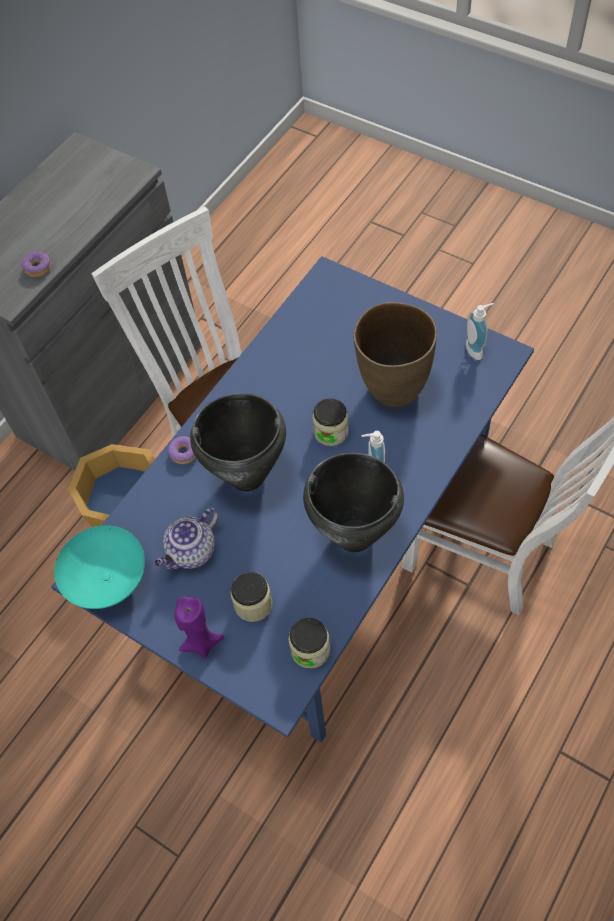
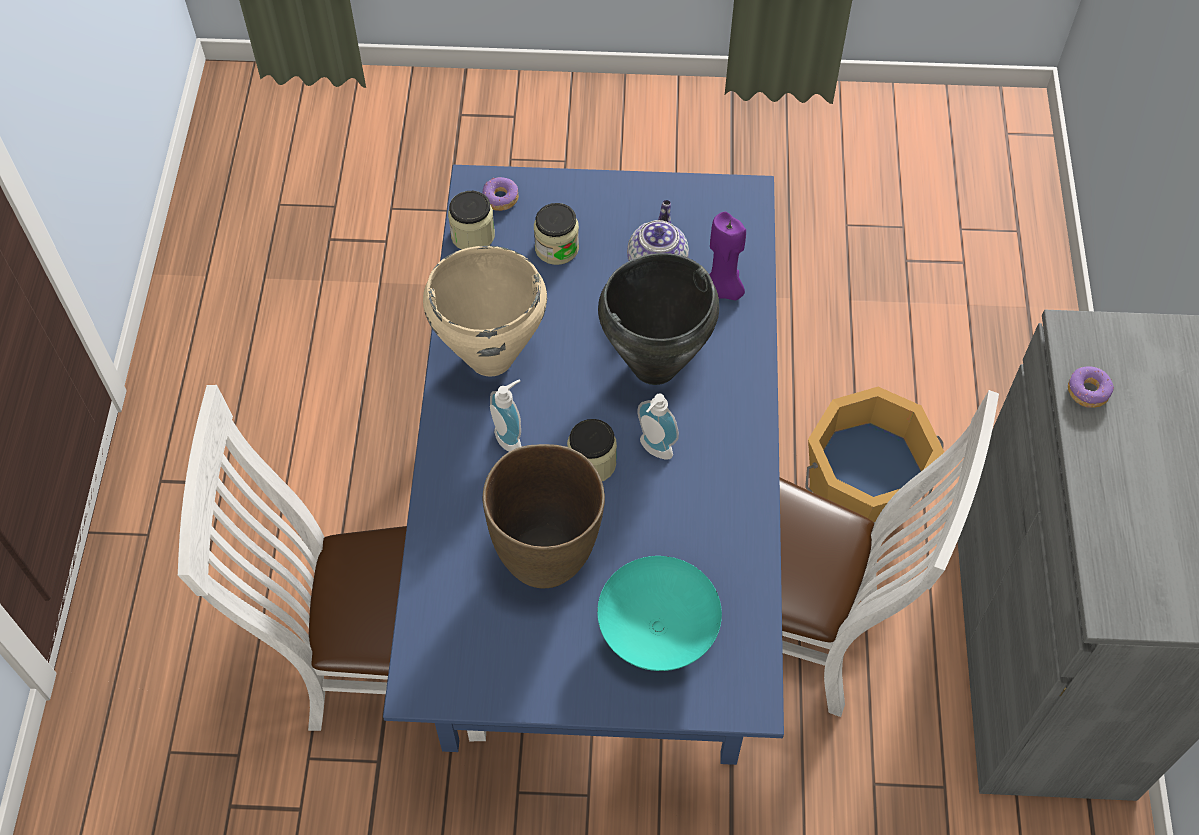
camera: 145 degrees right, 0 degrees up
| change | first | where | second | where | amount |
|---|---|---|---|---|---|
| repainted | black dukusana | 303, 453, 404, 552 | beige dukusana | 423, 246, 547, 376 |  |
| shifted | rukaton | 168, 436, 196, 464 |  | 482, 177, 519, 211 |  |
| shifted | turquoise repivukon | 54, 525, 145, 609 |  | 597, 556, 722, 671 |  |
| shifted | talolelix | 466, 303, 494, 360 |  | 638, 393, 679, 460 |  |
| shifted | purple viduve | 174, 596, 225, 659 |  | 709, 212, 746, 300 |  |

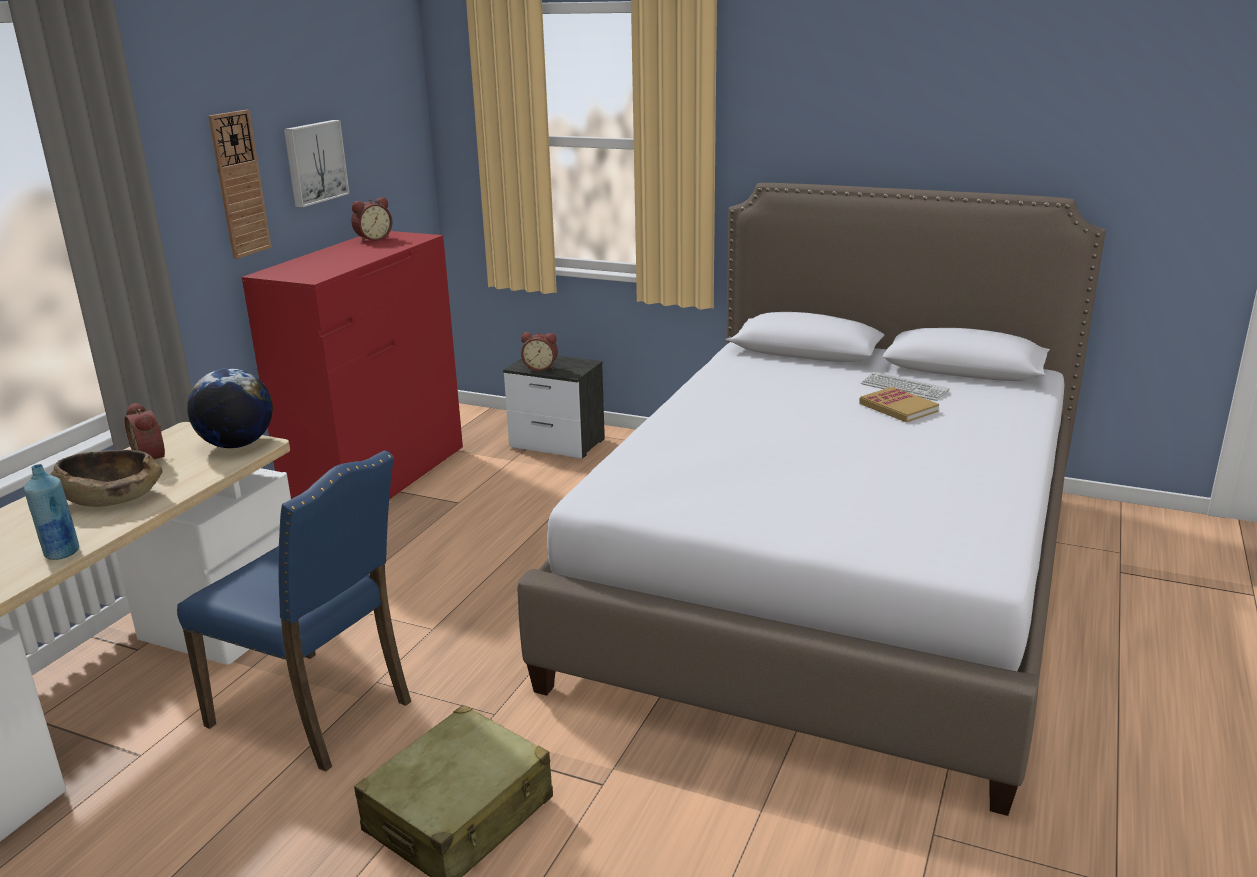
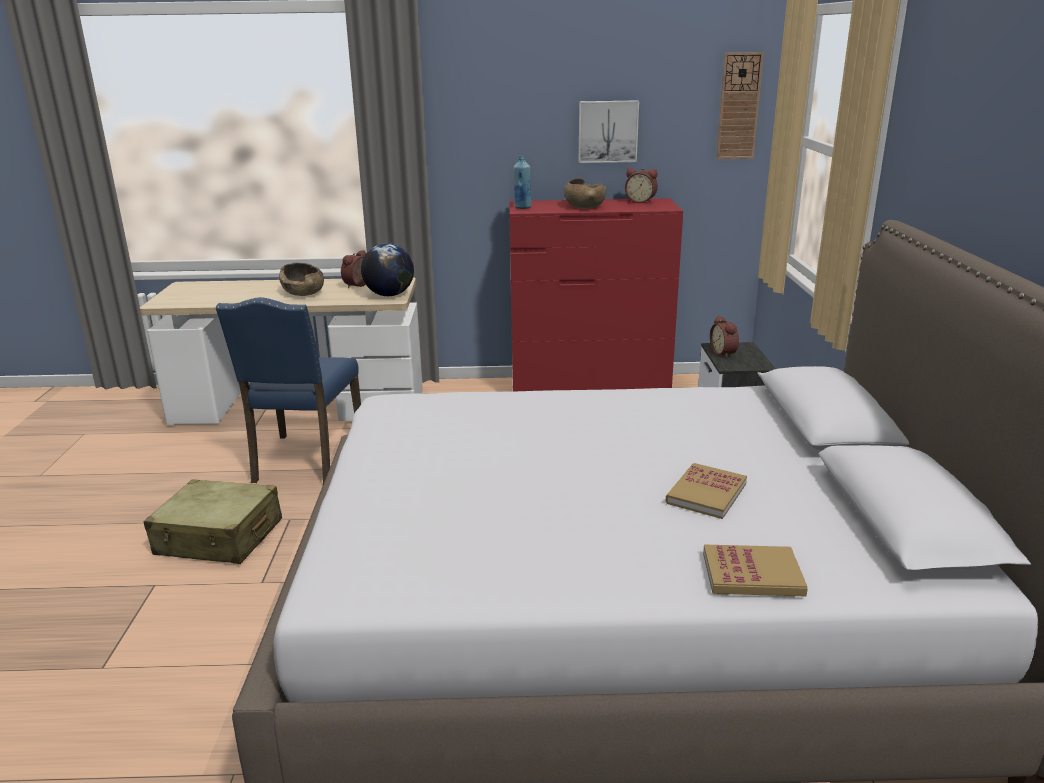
camera: 65 degrees right, 0 degrees up
| change | first | where | second | where | amount |
|---|---|---|---|---|---|
| shifted | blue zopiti | 24, 464, 79, 560 |  | 513, 155, 532, 209 |  |
| new |  |  | brown repivukon | 564, 178, 606, 209 |  |
| new |  |  | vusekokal | 703, 544, 808, 596 |  |
| shifted | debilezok | 208, 110, 271, 259 |  | 716, 52, 764, 159 |  |
| gone | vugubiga | 861, 372, 950, 401 |  |  |  |

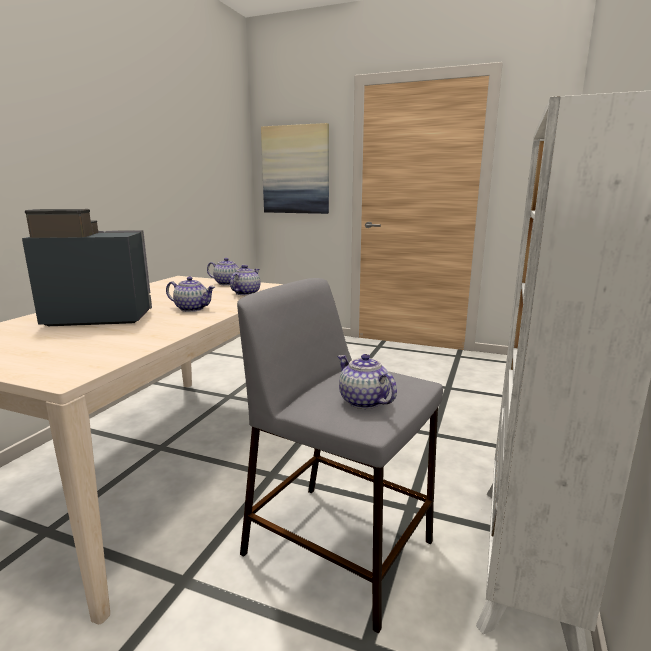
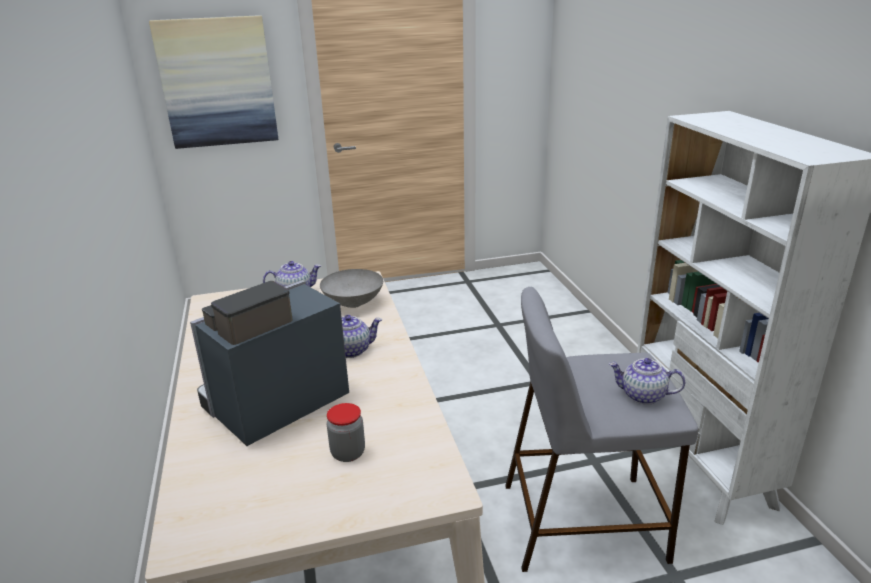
camera: 35 degrees left, 10 degrees up
| change | first | where | second | where | amount |
|---|---|---|---|---|---|
| swapped | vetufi | 230, 265, 260, 295 | grey repivukon | 320, 269, 383, 308 |  |
| new |  |  | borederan | 327, 403, 365, 462 |  |

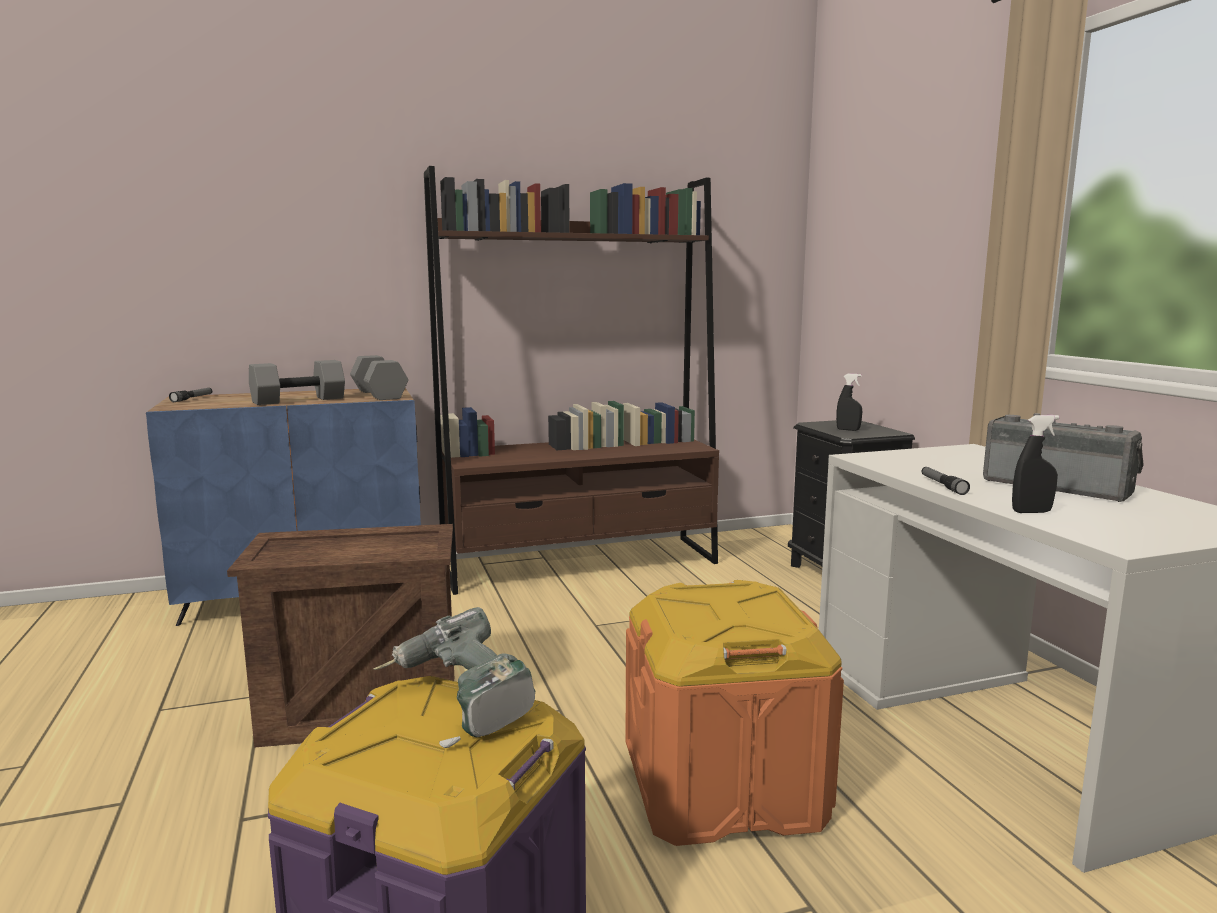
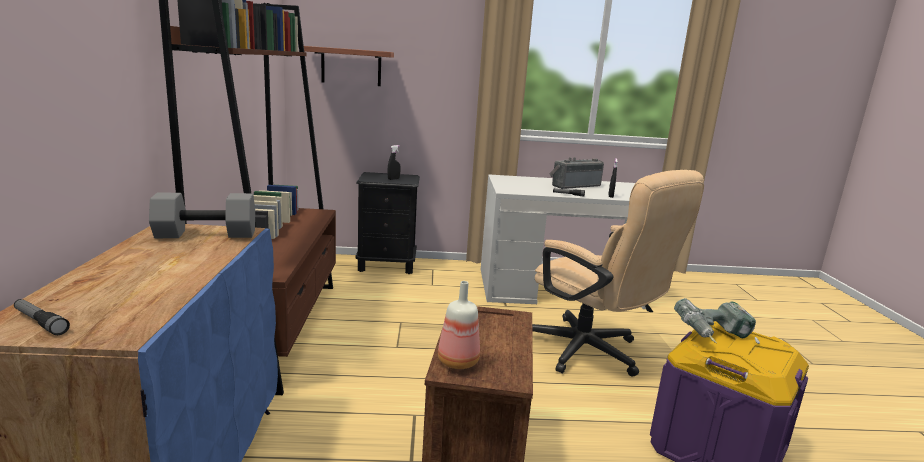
camera: 75 degrees left, 5 degrees up
| change | first | where | second | where | amount |
|---|---|---|---|---|---|
| new |  |  | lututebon | 304, 46, 394, 86 |  |
| new |  |  | zopiti | 438, 281, 480, 369 |  |
| swapped | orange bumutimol | 625, 580, 844, 846 | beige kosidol | 532, 170, 704, 376 |  |
| gone | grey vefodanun | 249, 360, 345, 405 |  |  |  |

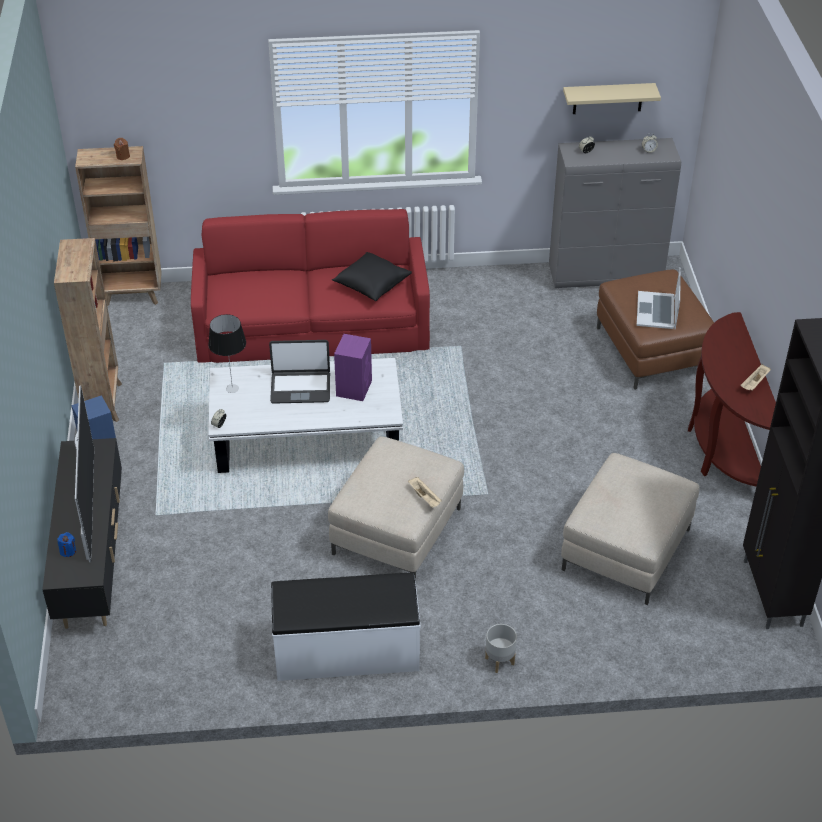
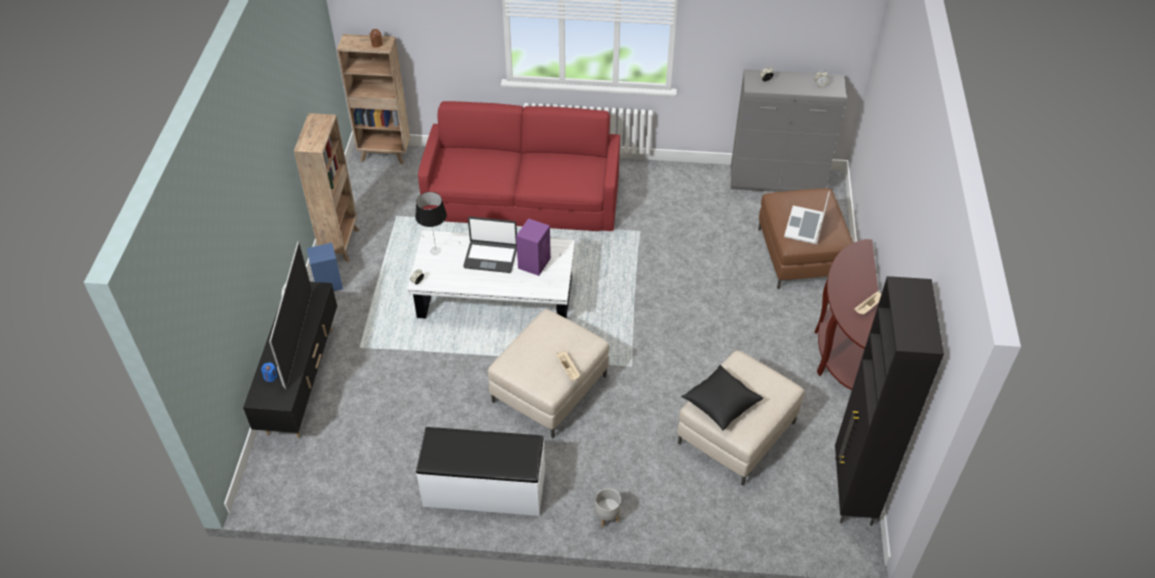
camera: 10 degrees right, 5 degrees up
| change | first | where | second | where | amount |
|---|---|---|---|---|---|
| shifted | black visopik | 332, 252, 412, 301 |  | 681, 365, 763, 430 |  |
| gone | beige lututebon | 563, 83, 661, 114 |  |  |  |

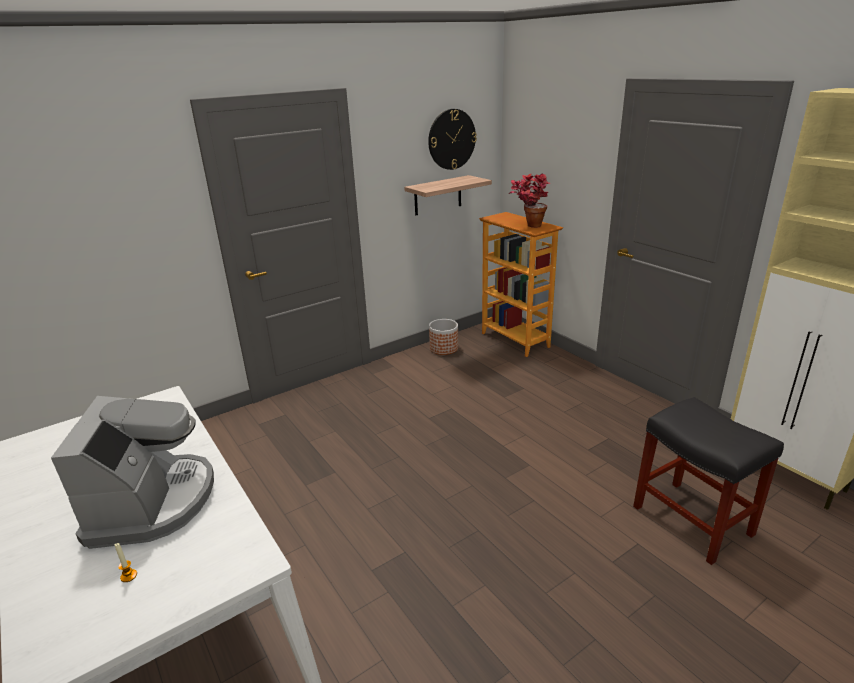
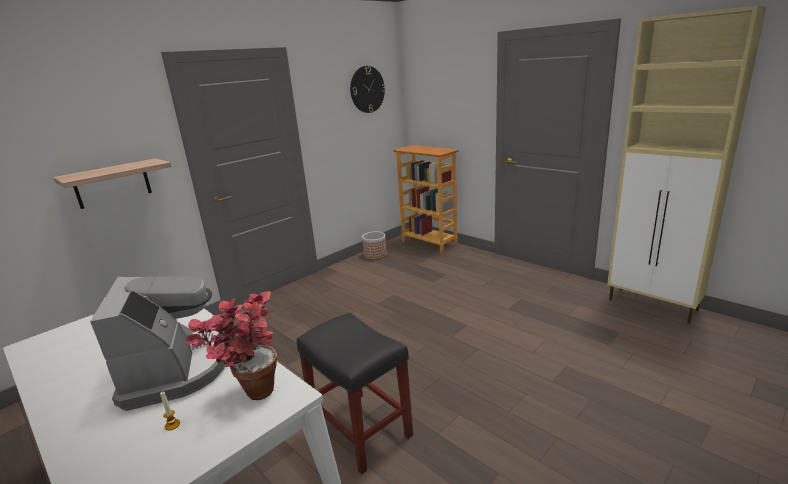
camera: 10 degrees left, 5 degrees down
| change | first | where | second | where | amount |
|---|---|---|---|---|---|
| shifted | lututebon | 404, 175, 492, 215 |  | 53, 158, 172, 209 |  |
| shifted | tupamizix | 509, 173, 551, 228 |  | 185, 291, 277, 400 |  |
| shifted | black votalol | 633, 397, 784, 565 |  | 297, 313, 413, 475 |  |

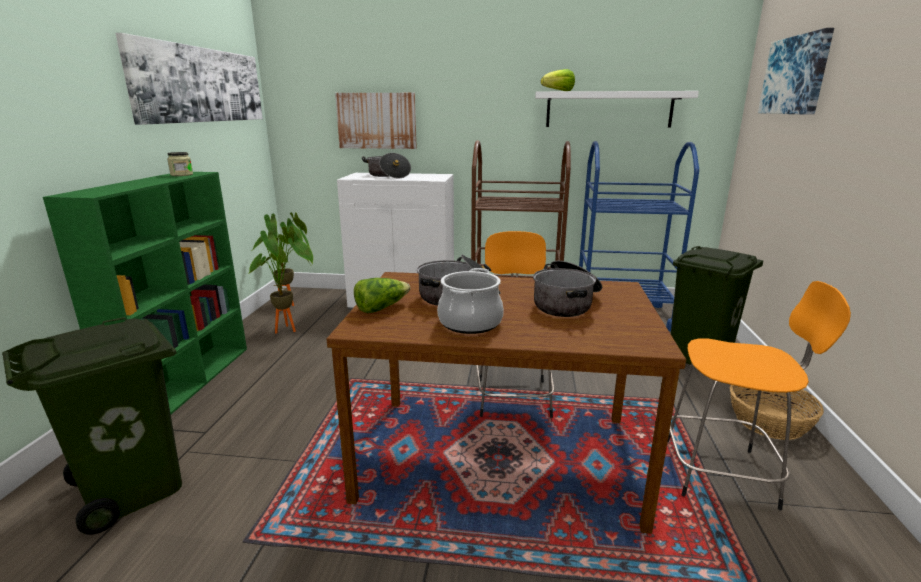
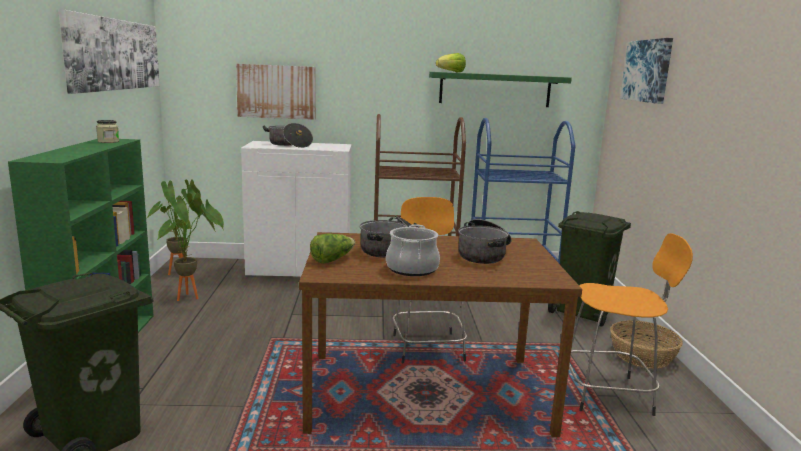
camera: 10 degrees left, 5 degrees down
| change | first | where | second | where | amount |
|---|---|---|---|---|---|
| repainted | white lututebon | 535, 91, 699, 128 | green lututebon | 429, 72, 572, 107 |  |

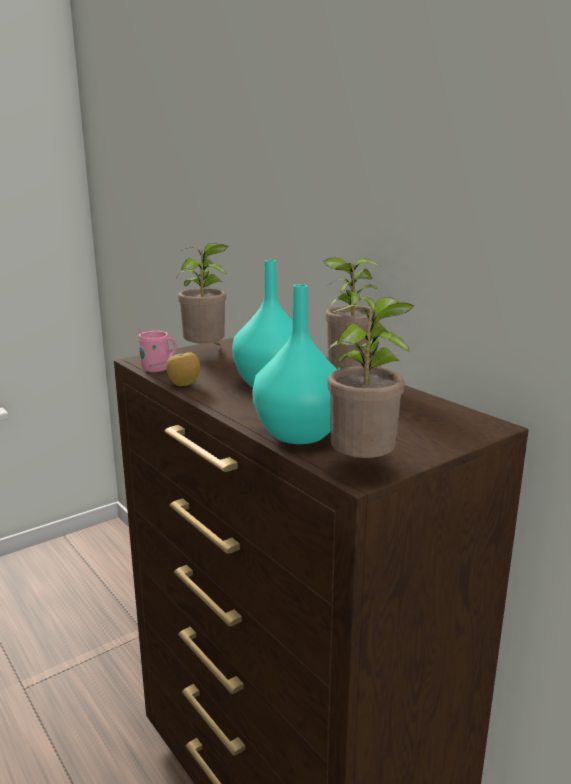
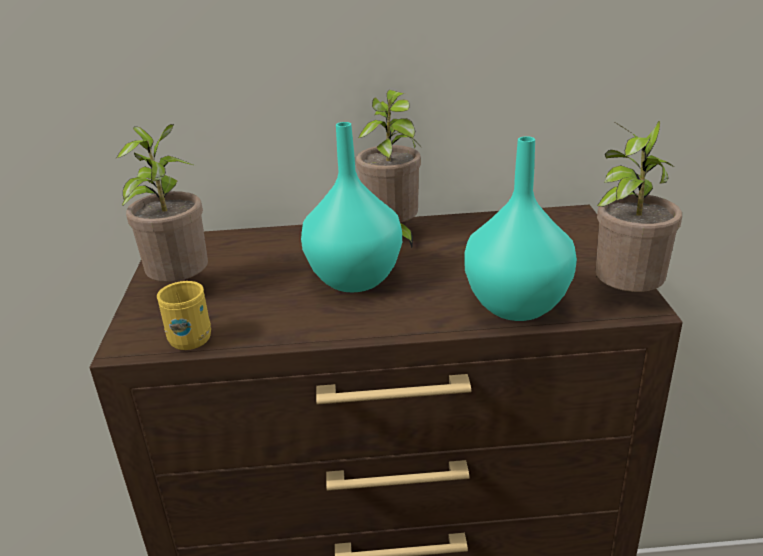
camera: 55 degrees left, 10 degrees up
| change | first | where | second | where | amount |
|---|---|---|---|---|---|
| repainted | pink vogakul | 138, 328, 177, 372 | yellow vogakul | 157, 281, 211, 350 |  |
| gone | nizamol | 166, 352, 200, 386 |  |  |  |

